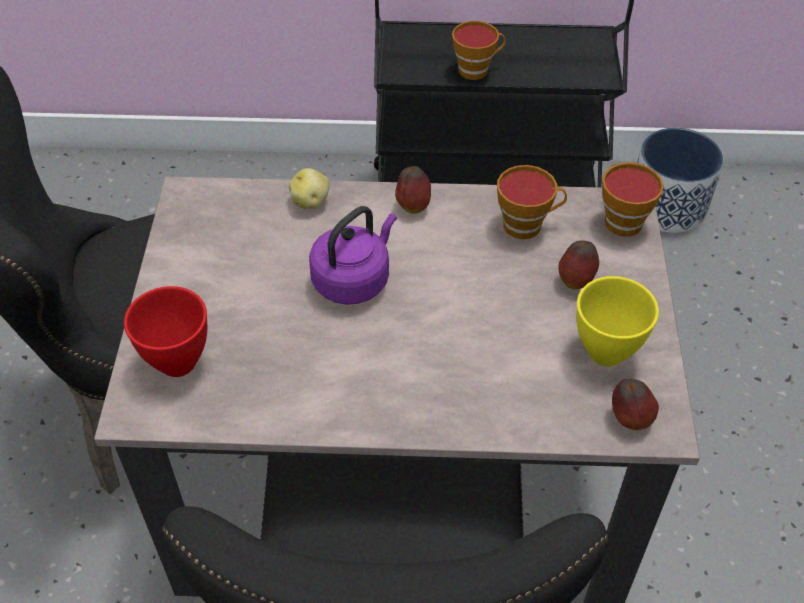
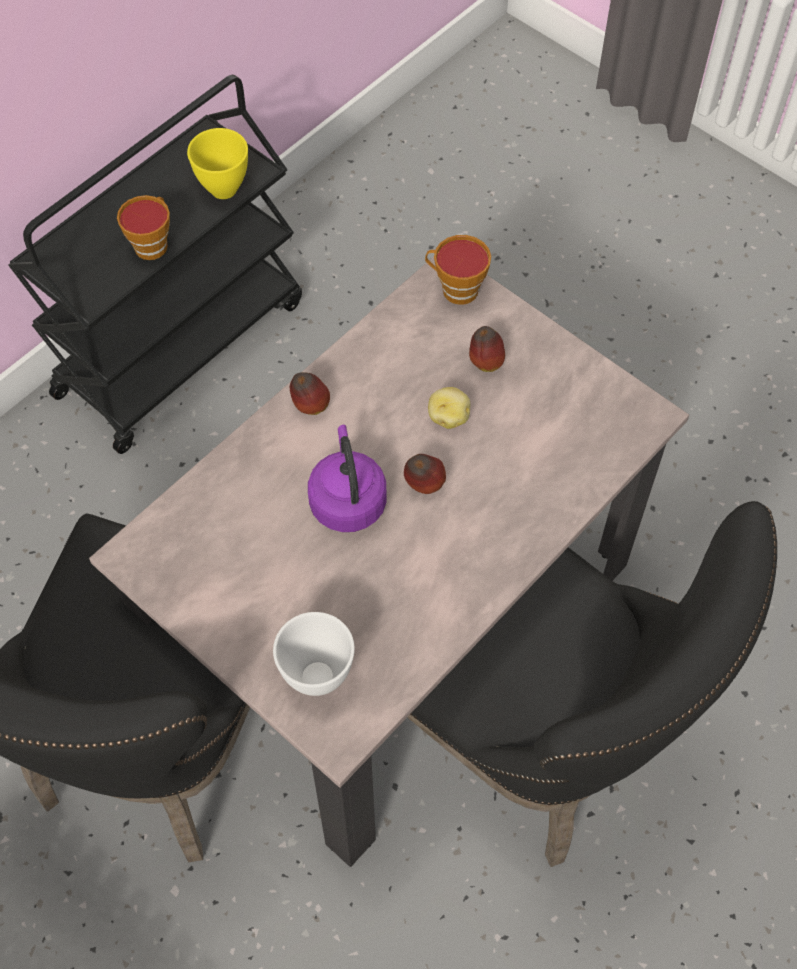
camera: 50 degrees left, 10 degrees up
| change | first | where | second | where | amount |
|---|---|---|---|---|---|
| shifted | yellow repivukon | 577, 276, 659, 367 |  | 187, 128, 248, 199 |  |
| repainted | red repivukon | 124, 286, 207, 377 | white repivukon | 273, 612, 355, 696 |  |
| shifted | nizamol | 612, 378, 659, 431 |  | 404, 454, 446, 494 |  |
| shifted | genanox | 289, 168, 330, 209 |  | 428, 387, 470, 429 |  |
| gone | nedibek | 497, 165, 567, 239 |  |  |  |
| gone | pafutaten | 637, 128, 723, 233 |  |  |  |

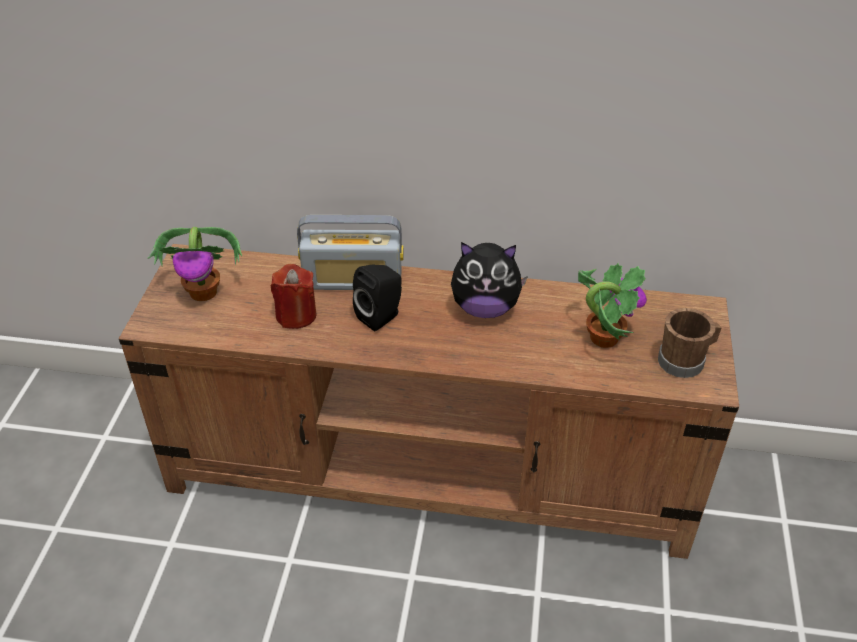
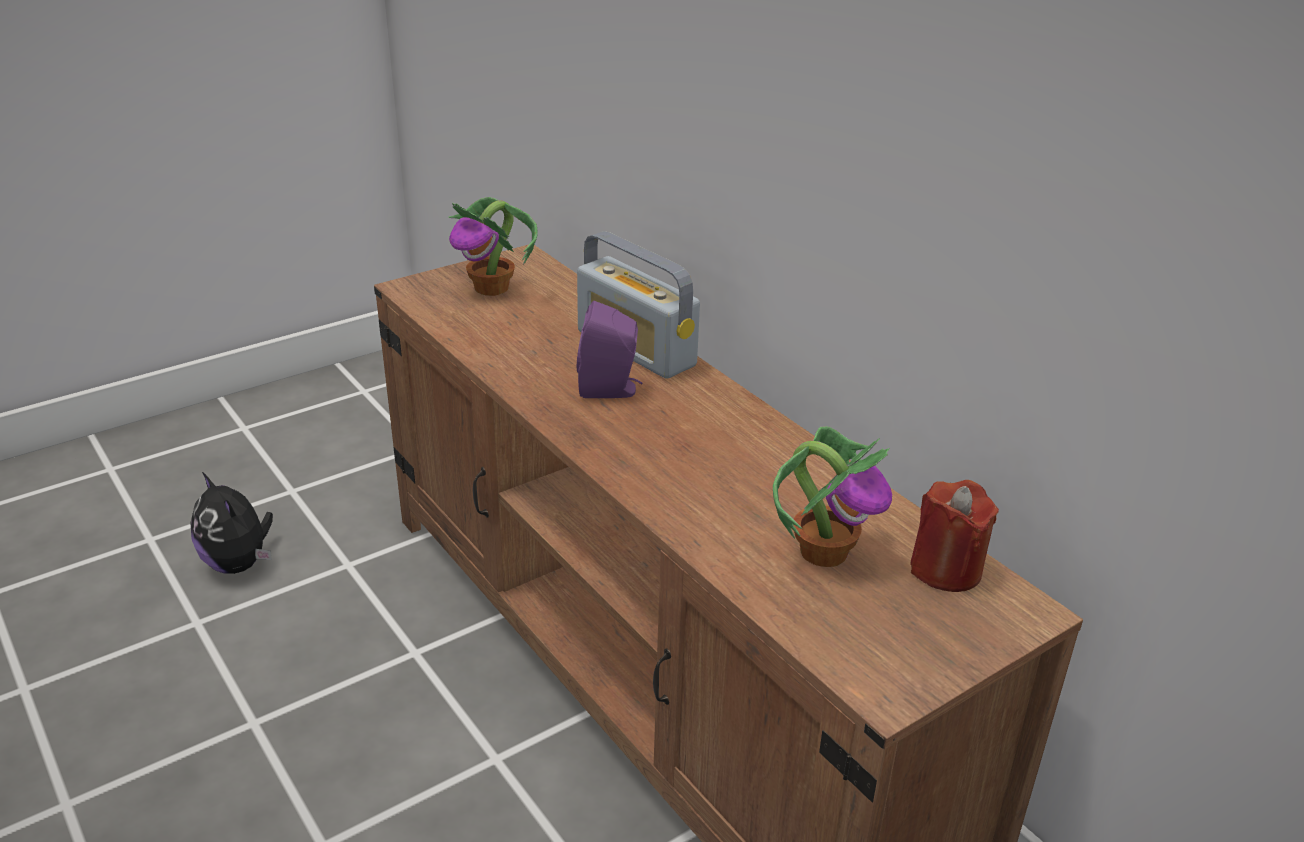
camera: 45 degrees right, 10 degrees down
| change | first | where | second | where | amount |
|---|---|---|---|---|---|
| shifted | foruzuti | 451, 242, 528, 318 |  | 191, 472, 273, 574 |  |
| repainted | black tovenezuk | 353, 264, 402, 331 | purple tovenezuk | 577, 301, 643, 398 |  |
| shifted | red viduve | 271, 264, 316, 329 |  | 910, 480, 999, 592 |  |
| gone | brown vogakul | 658, 308, 721, 378 |  |  |  |

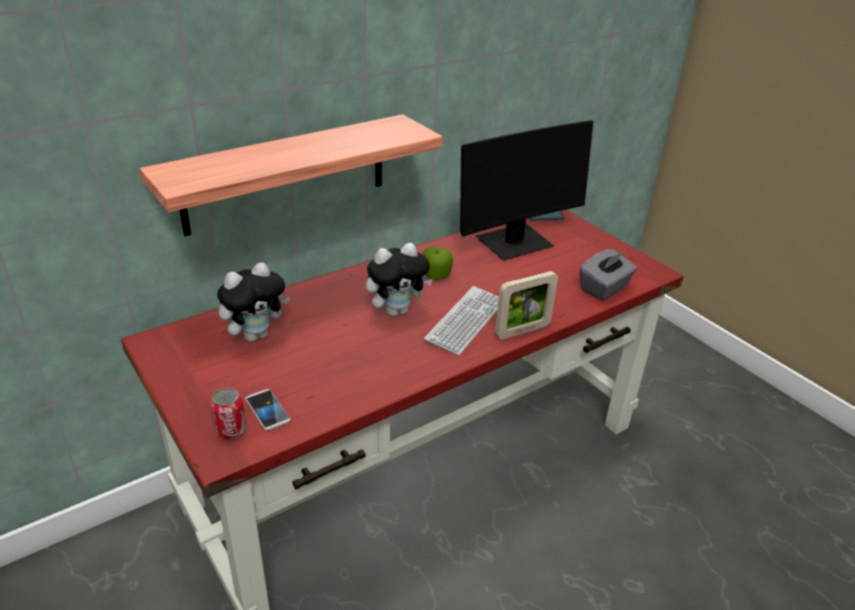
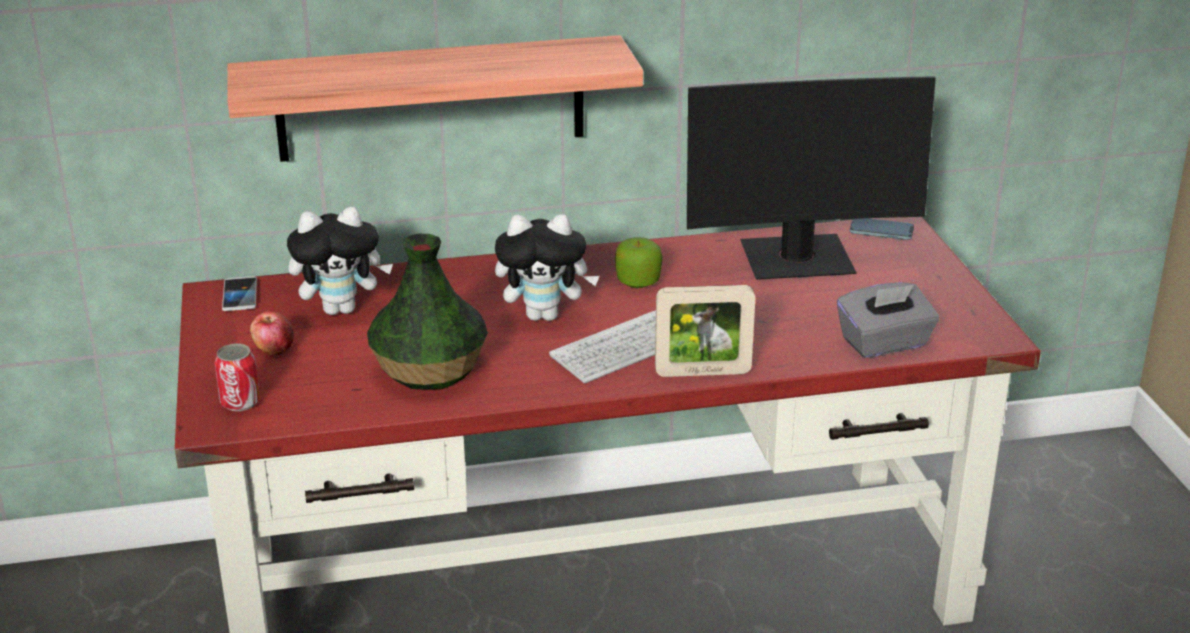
camera: 25 degrees right, 5 degrees down
| change | first | where | second | where | amount |
|---|---|---|---|---|---|
| shifted | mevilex | 245, 389, 291, 430 |  | 222, 276, 257, 311 |  |
| new |  |  | nizamol | 250, 311, 294, 355 |  |
| new |  |  | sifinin | 367, 233, 488, 390 |  |

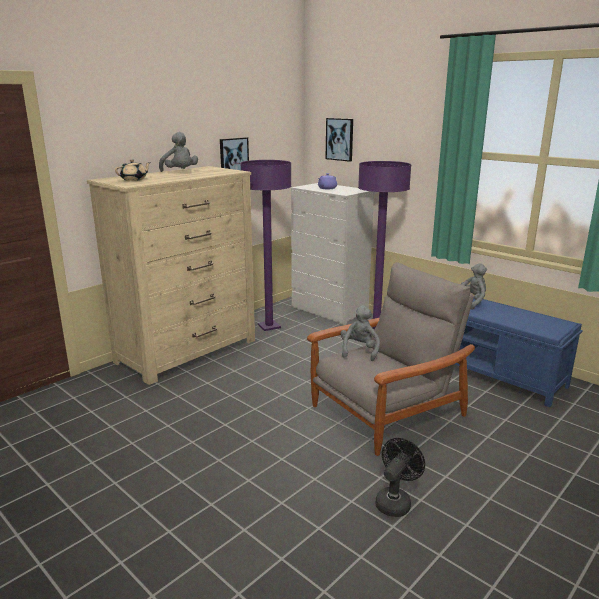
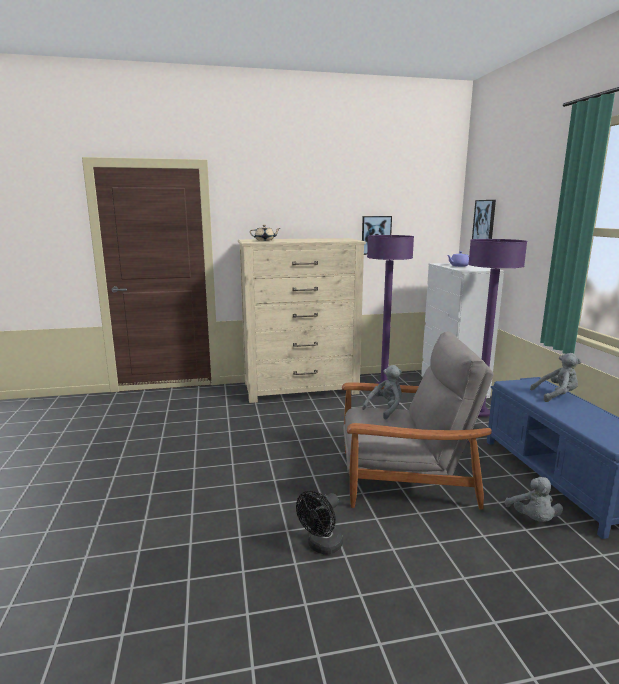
camera: 35 degrees right, 5 degrees down
| change | first | where | second | where | amount |
|---|---|---|---|---|---|
| rotated | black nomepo | 375, 438, 425, 517 |  | 296, 490, 343, 555 | 150 degrees clockwise |
| shifted | grey foruzuti | 159, 132, 198, 172 |  | 505, 477, 563, 522 |  |

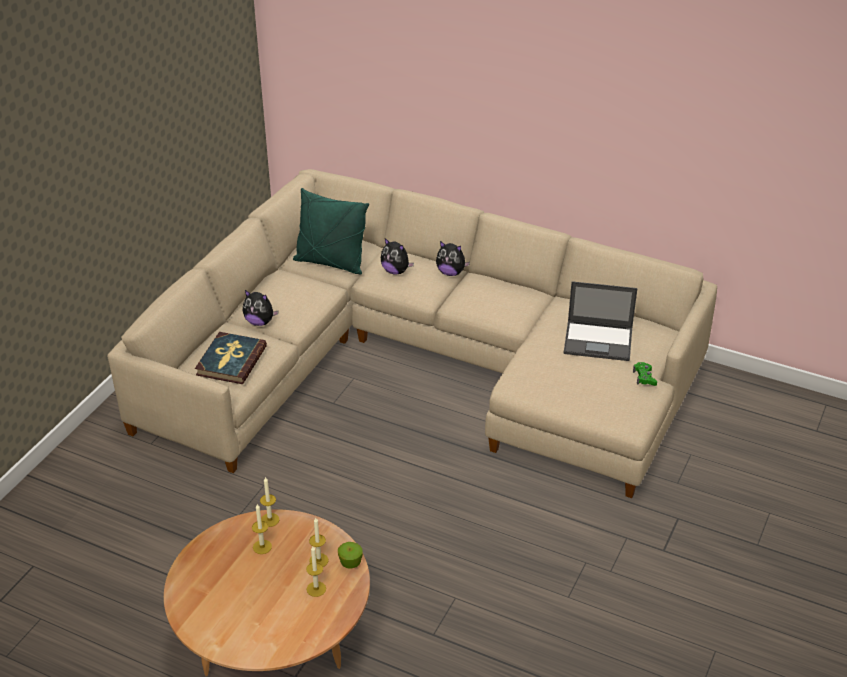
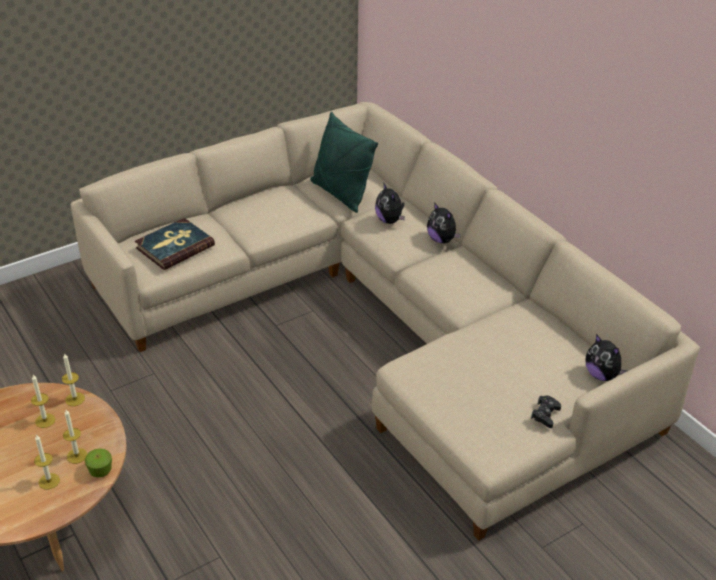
camera: 30 degrees right, 0 degrees up
| change | first | where | second | where | amount |
|---|---|---|---|---|---|
| repainted | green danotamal | 633, 362, 657, 386 | black danotamal | 531, 396, 561, 428 |  |
| shifted | foruzuti | 243, 290, 279, 326 |  | 586, 334, 628, 381 |  |
| gone | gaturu | 564, 281, 638, 361 |  |  |  |

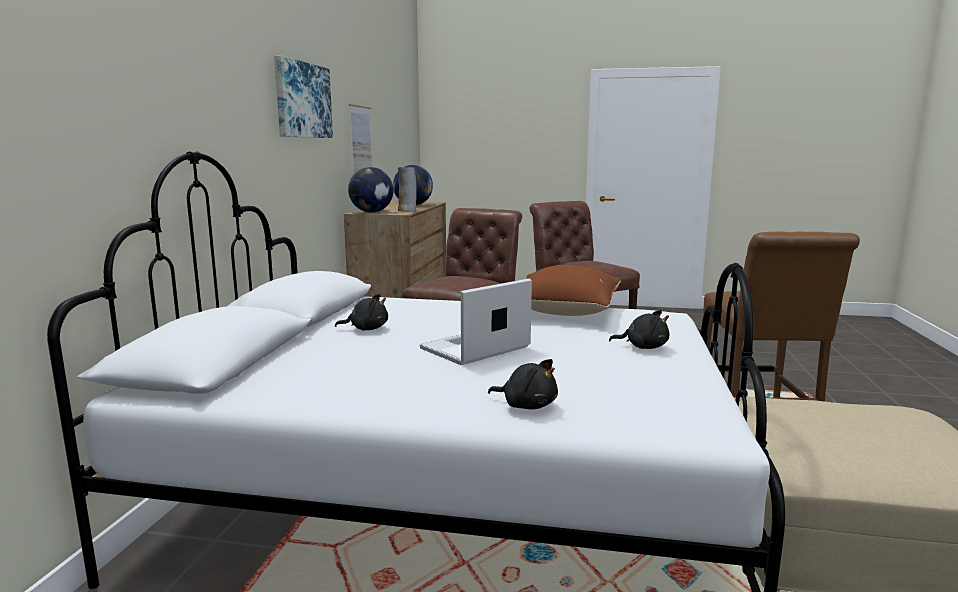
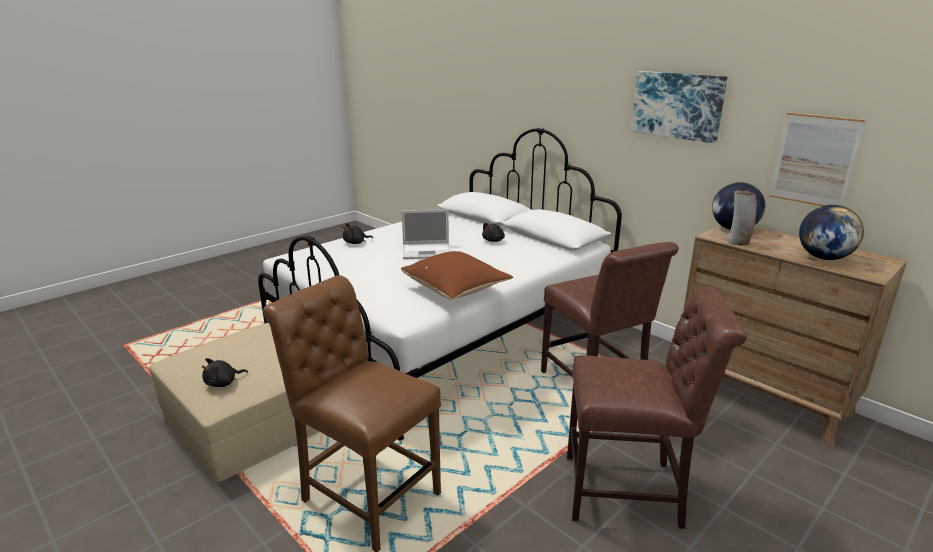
camera: 125 degrees right, 10 degrees up
| change | first | where | second | where | amount |
|---|---|---|---|---|---|
| shifted | black foruzuti | 609, 310, 670, 349 |  | 202, 358, 248, 387 |  |
| rotated | gaturu | 420, 279, 532, 365 |  | 402, 209, 450, 259 | 90 degrees clockwise |

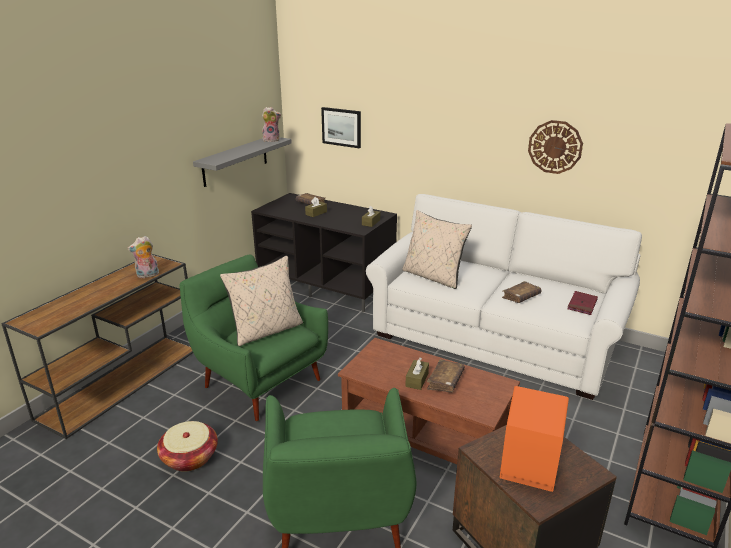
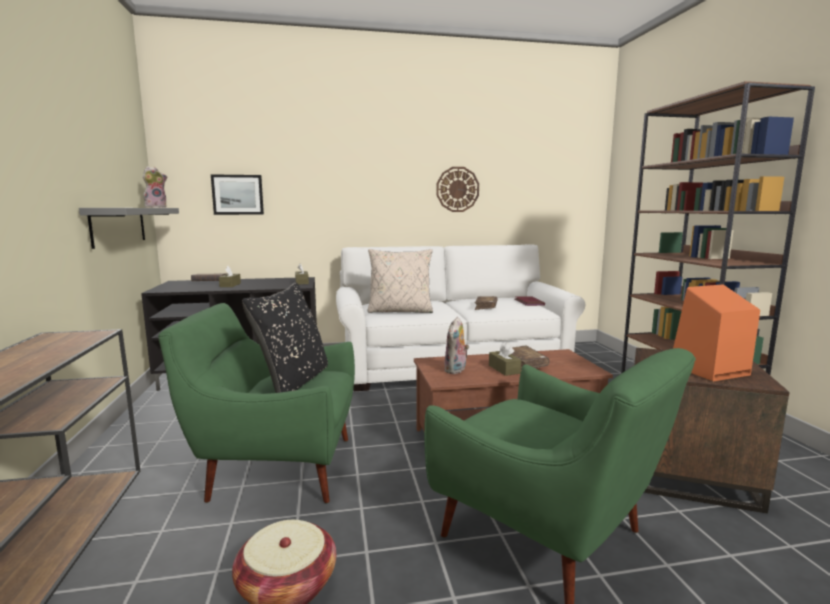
camera: 40 degrees left, 15 degrees down
| change | first | where | second | where | amount |
|---|---|---|---|---|---|
| repainted | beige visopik | 220, 256, 303, 346 | black visopik | 242, 283, 328, 393 |  |
| shifted | foruzuti | 127, 236, 159, 278 |  | 444, 317, 469, 374 |  |

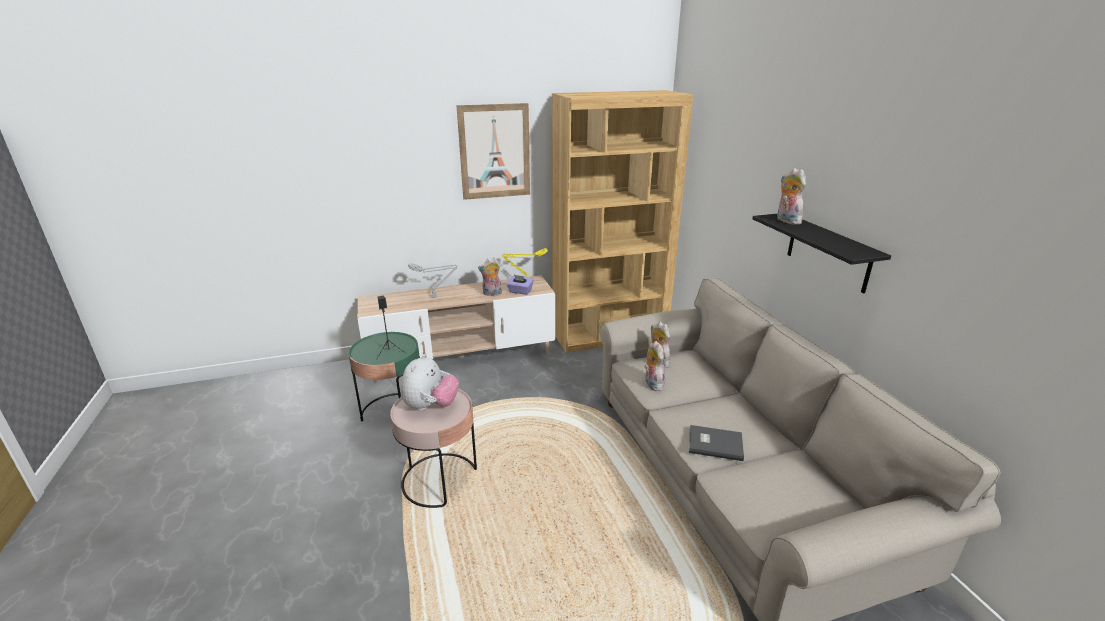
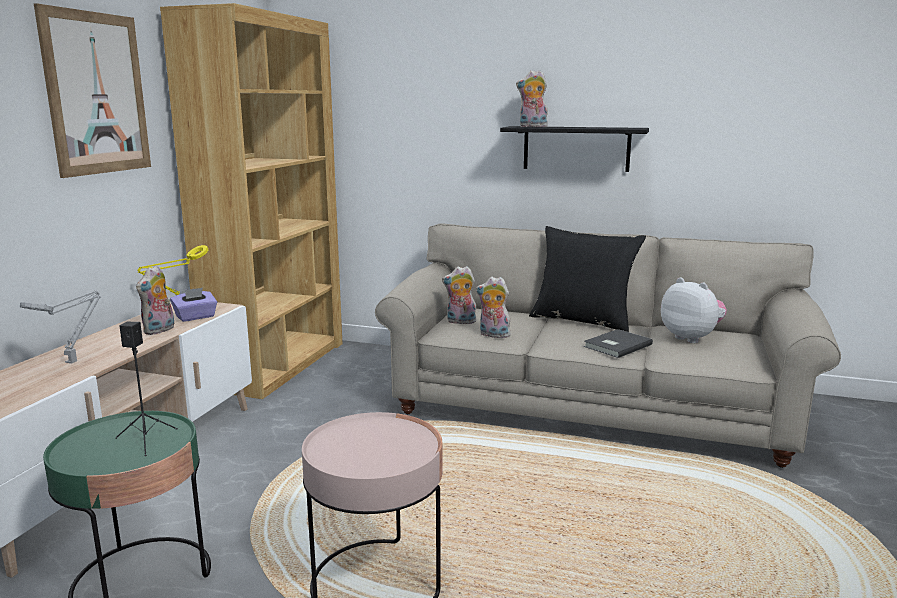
camera: 55 degrees left, 10 degrees down
| change | first | where | second | where | amount |
|---|---|---|---|---|---|
| new |  |  | black visopik | 529, 226, 646, 332 |  |
| shifted | foruzuti | 401, 354, 459, 411 |  | 661, 278, 727, 343 |  |

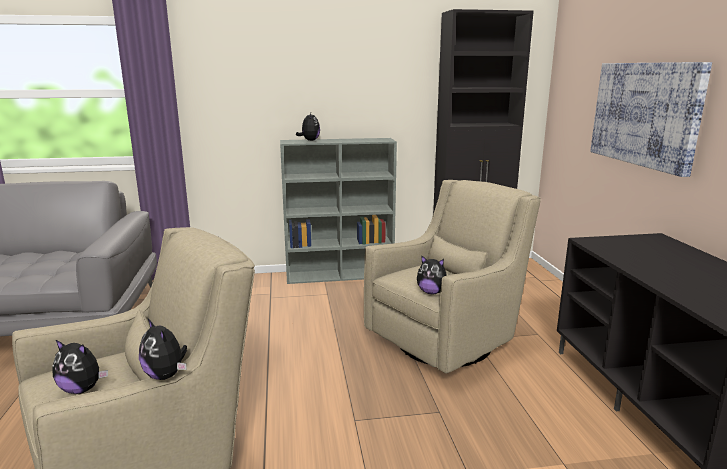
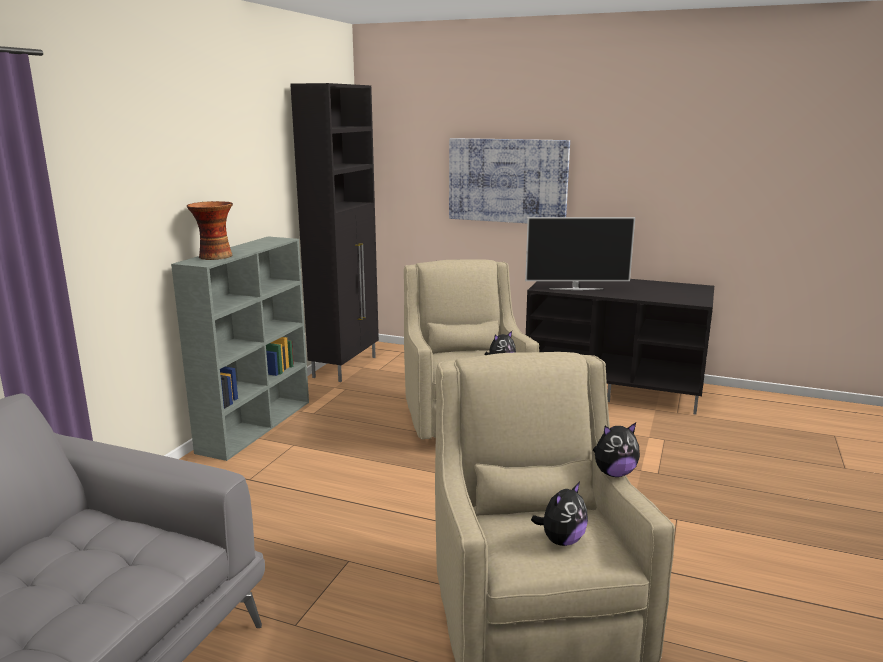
camera: 60 degrees left, 0 degrees up
| change | first | where | second | where | amount |
|---|---|---|---|---|---|
| swapped | foruzuti | 296, 113, 320, 141 | sifinin | 187, 201, 233, 260 |  |
| new |  |  | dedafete | 525, 217, 635, 290 |  |

